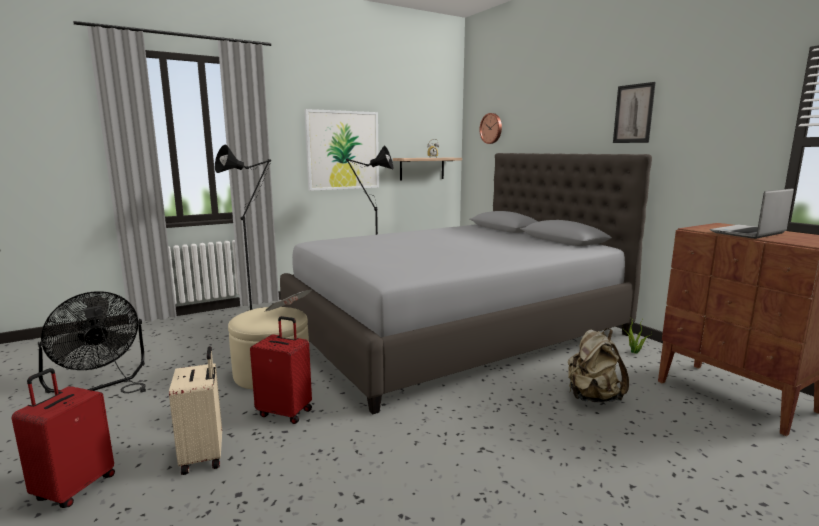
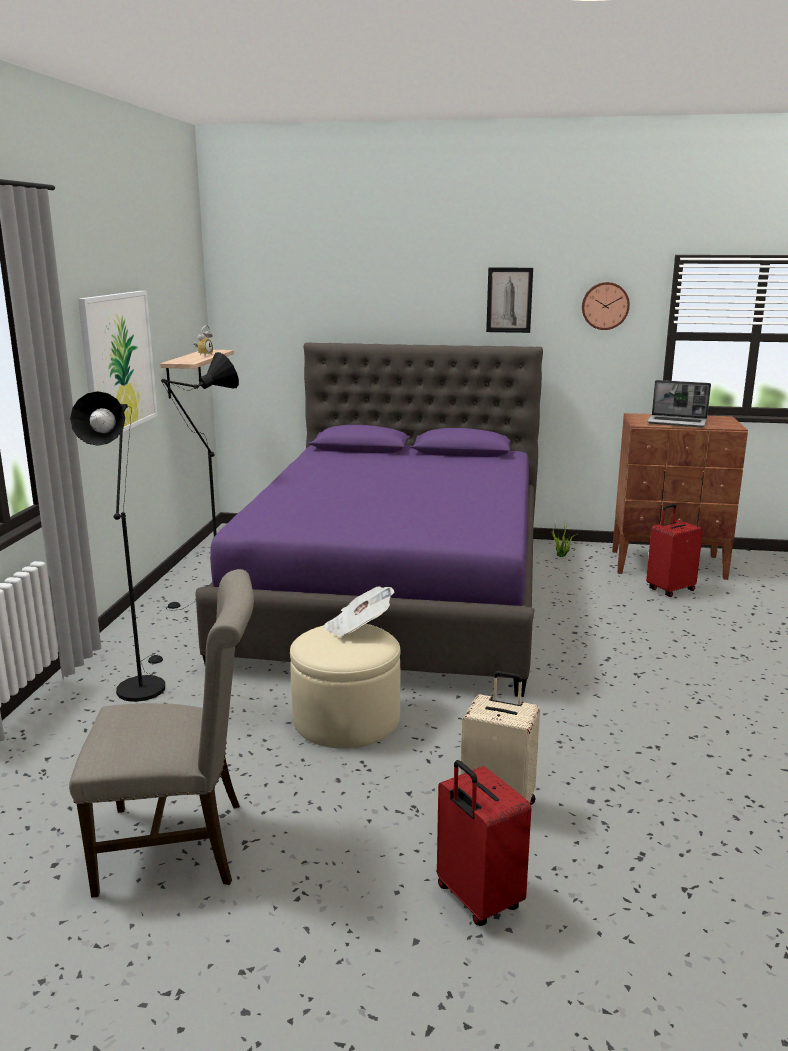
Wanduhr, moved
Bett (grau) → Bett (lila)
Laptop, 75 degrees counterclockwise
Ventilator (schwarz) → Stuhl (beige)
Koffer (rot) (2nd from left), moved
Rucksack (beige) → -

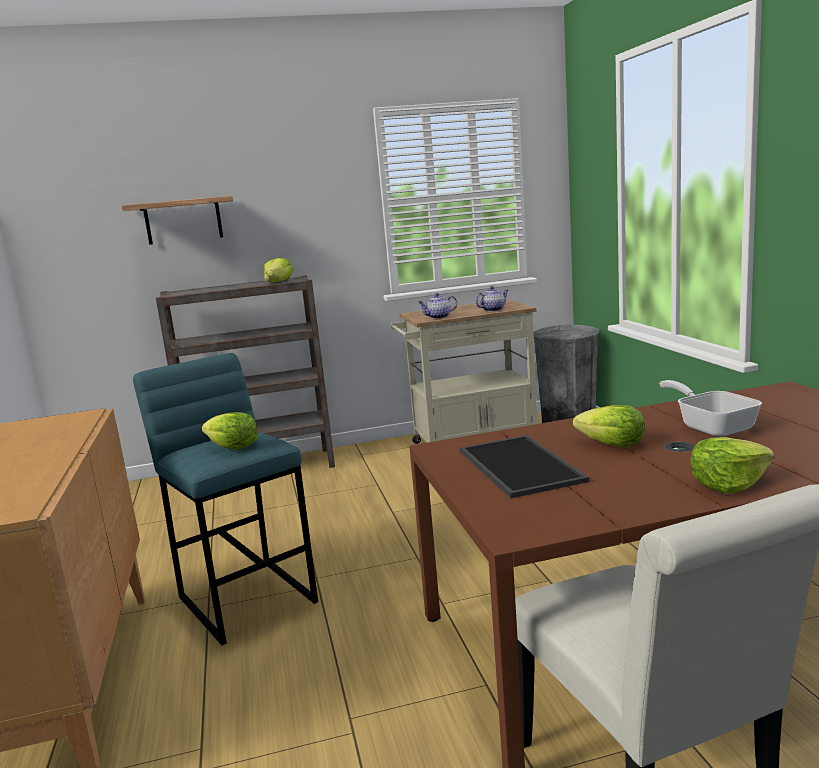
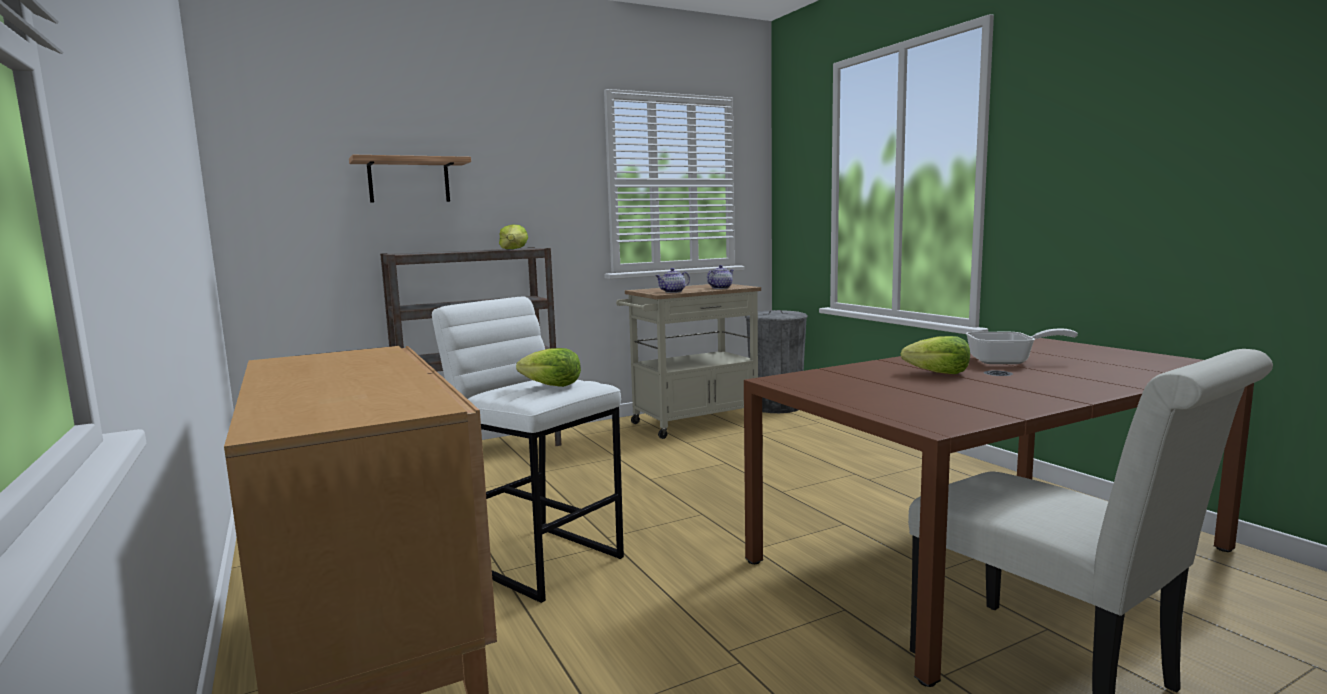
Hocker (türkis) → Hocker (weiß)
Pfanne, 135 degrees clockwise
Tablett → -
Salatkopf (4th from left) → -

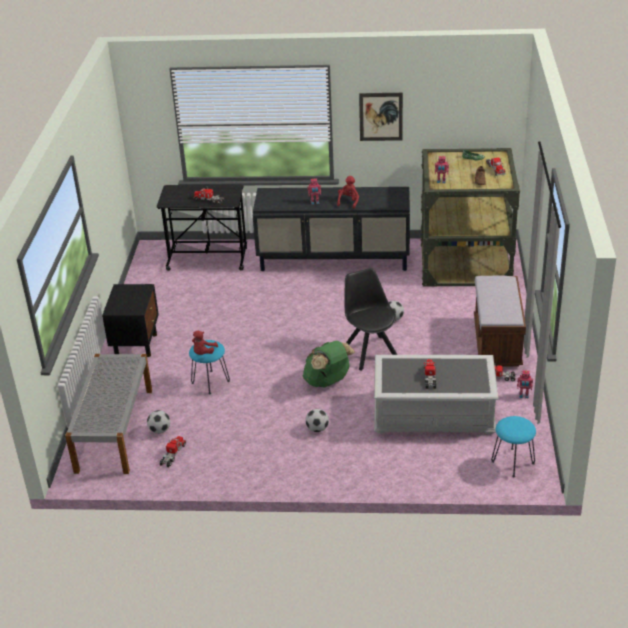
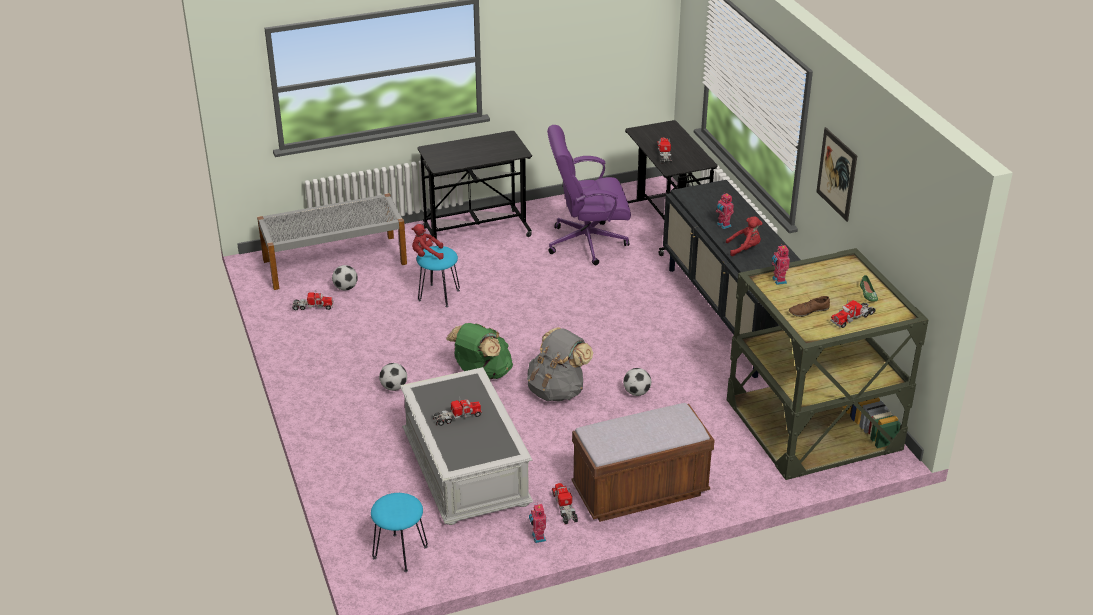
Stuhl (schwarz) → Rucksack (grau)
Nachttisch (schwarz) → Schreibtisch (schwarz) (1st from left)
- → Bürostuhl (lila)

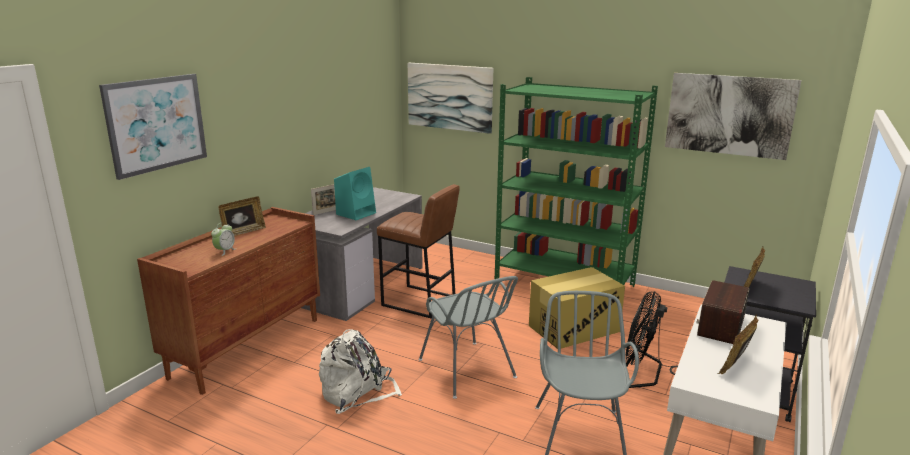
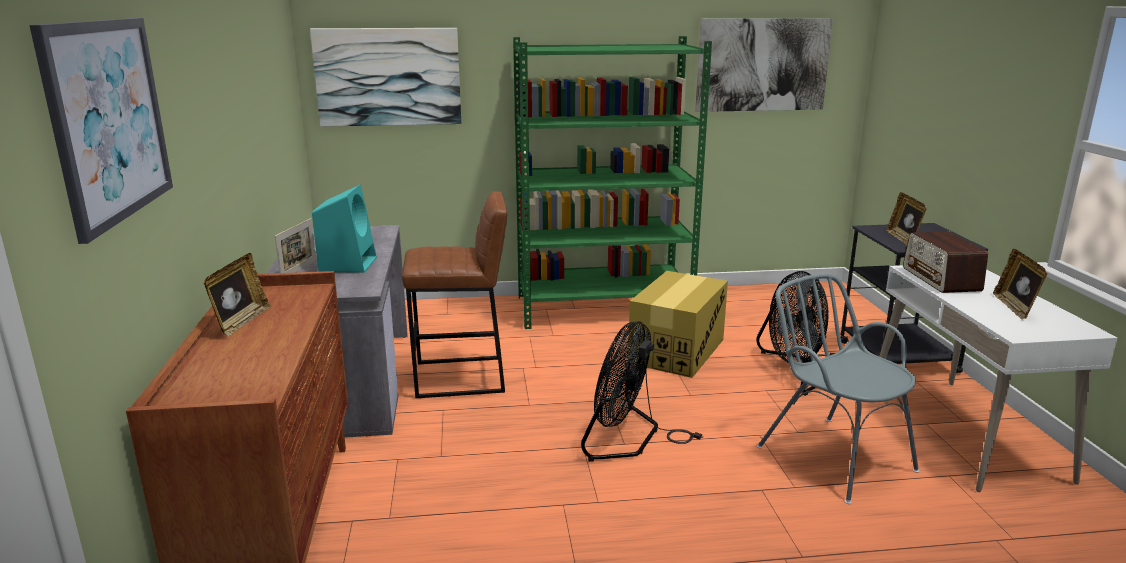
Wecker → -
Stuhl (grau) (1st from left) → Ventilator (schwarz) (1st from left)
Rucksack (weiß) → -

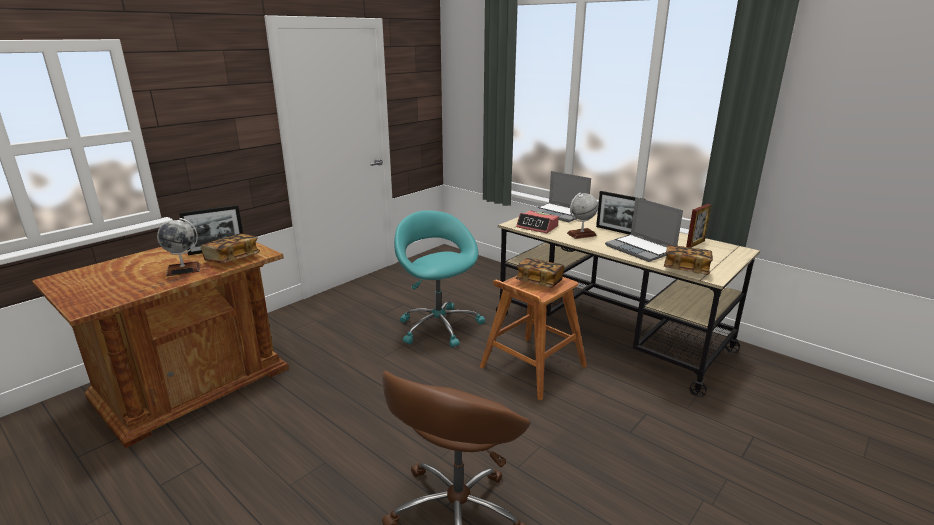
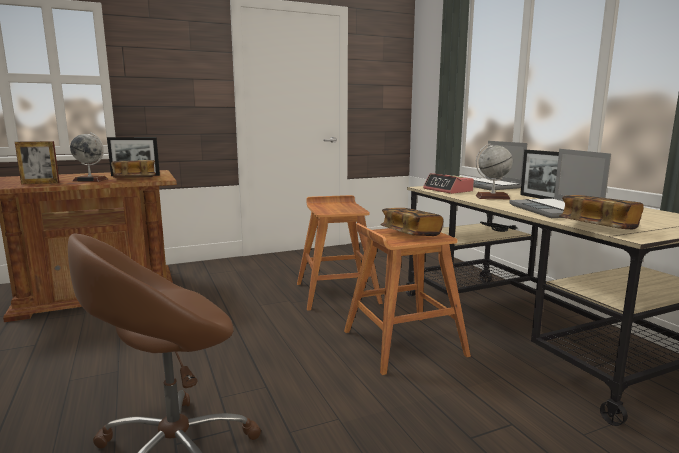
Bilderrahmen (3rd from left in the first image) → Bilderrahmen (1st from left), moved
Bürostuhl (türkis) → Hocker (braun) (1st from left)

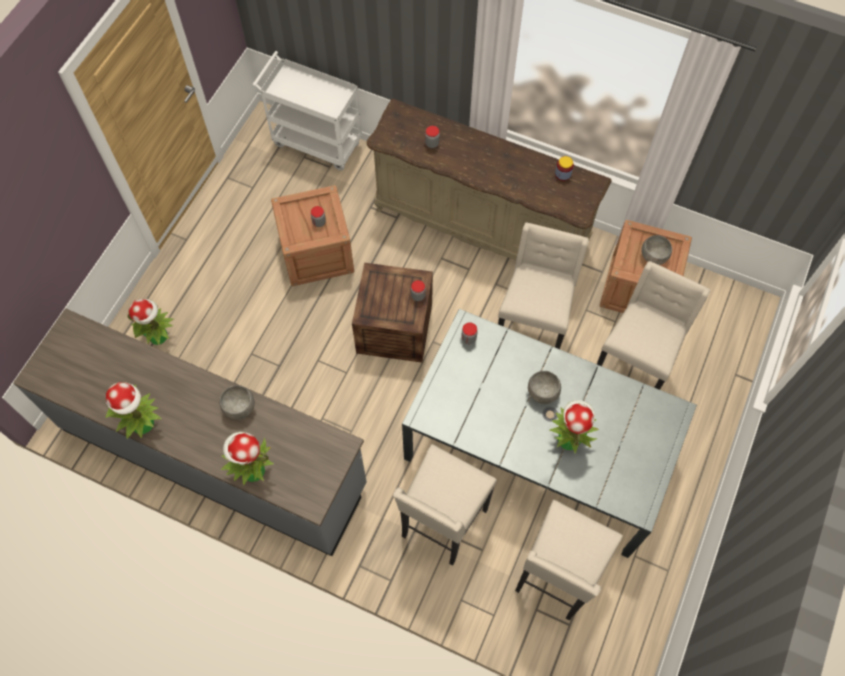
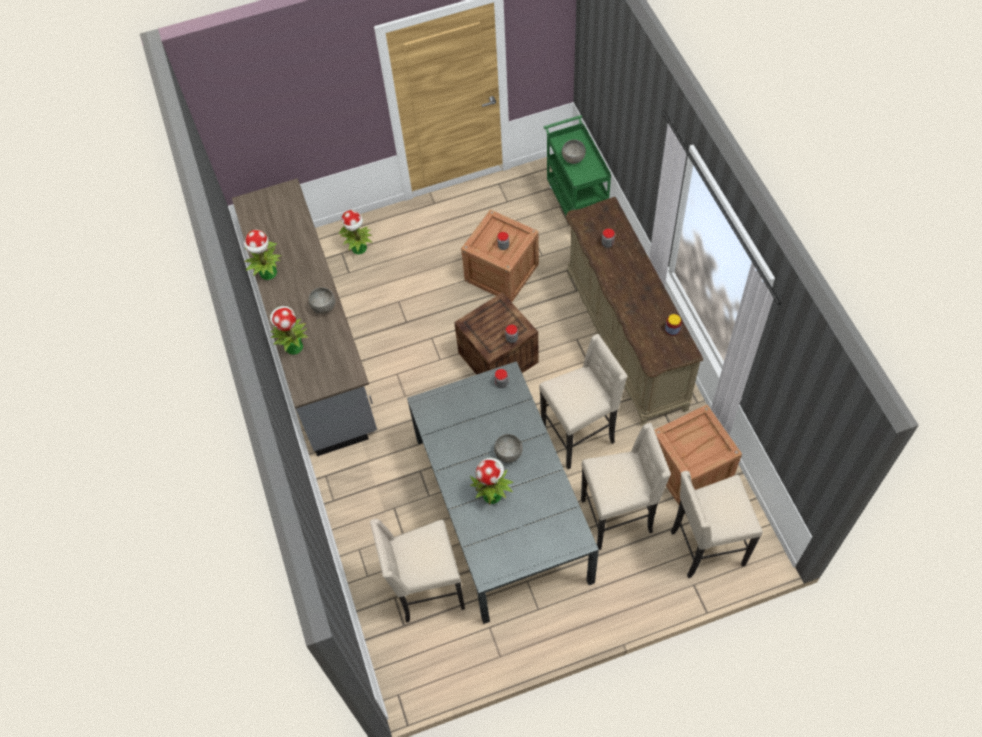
Rollwagen (weiß) → Rollwagen (grün)
Schüssel (grau) (3rd from left), moved
Hocker (beige) (1st from left in the first image) → Hocker (beige) (4th from left), moved

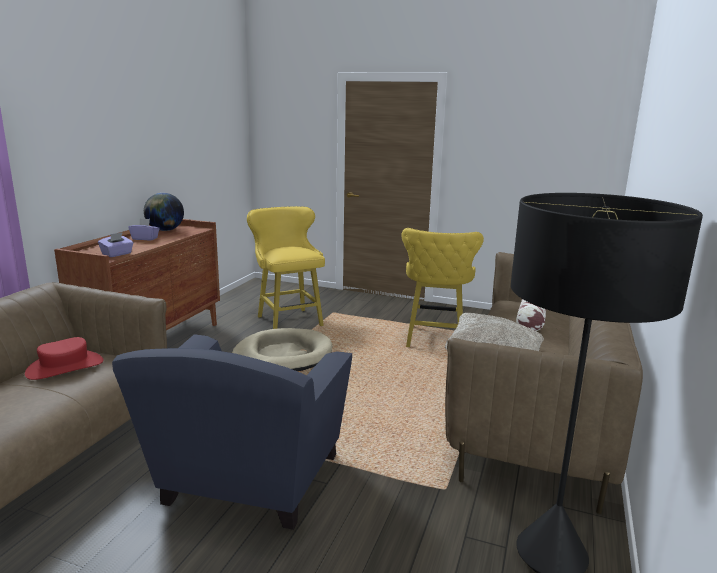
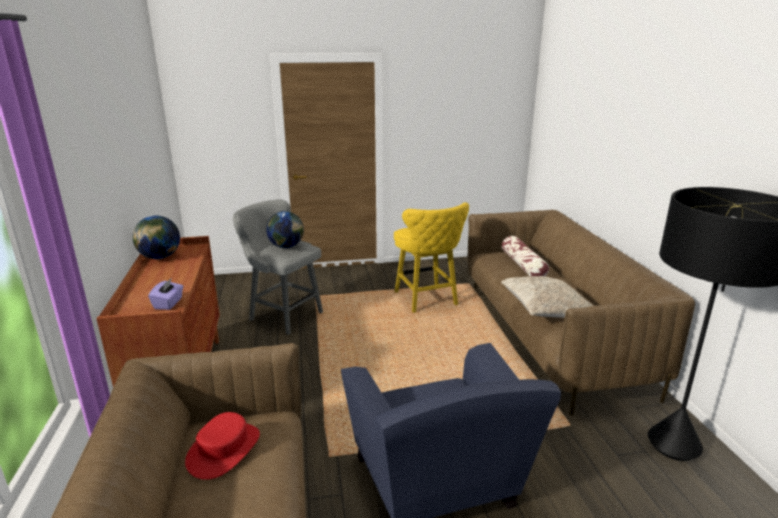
Hocker (gelb) (1st from left) → Hocker (grau)
Taschentuchbox (lila) (2nd from left) → -
Hundebett (beige) → -
- → Globus (2nd from left)

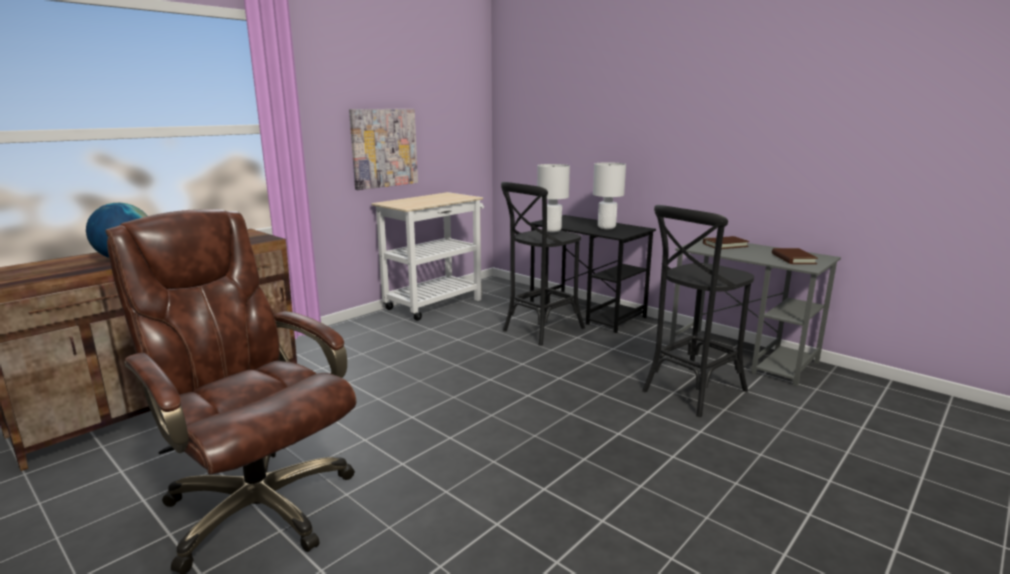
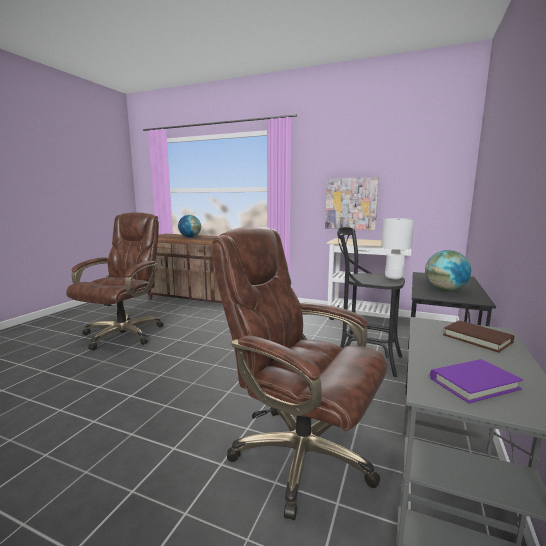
Tischlampe (weiß) (2nd from left) → Globus (2nd from left)
Hocker (schwarz) (2nd from left) → Bürostuhl (braun) (2nd from left)
Buch (braun) (2nd from left) → Buch (lila)

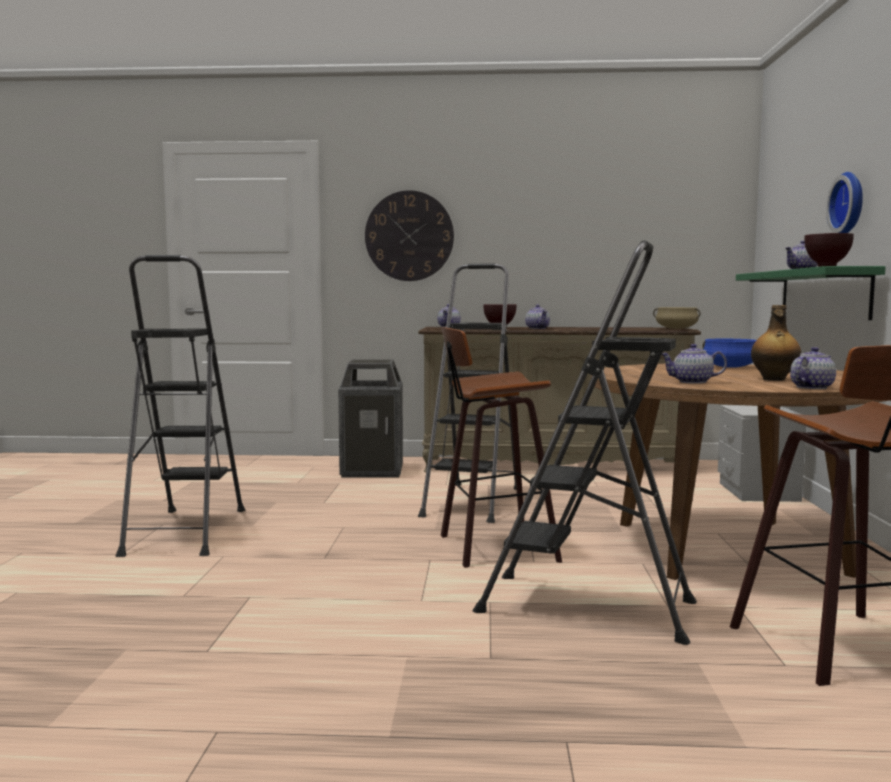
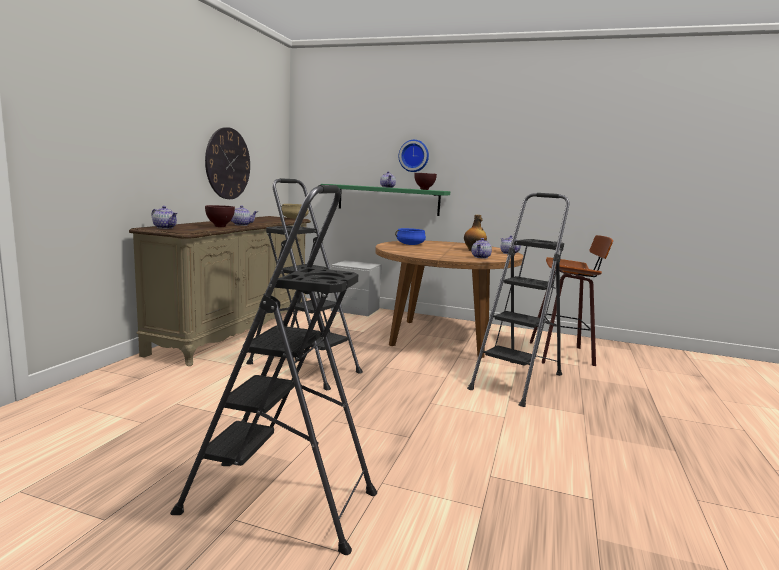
Wanduhr (1st from left), moved
Hocker (1st from left) → -
Mülleimer → -

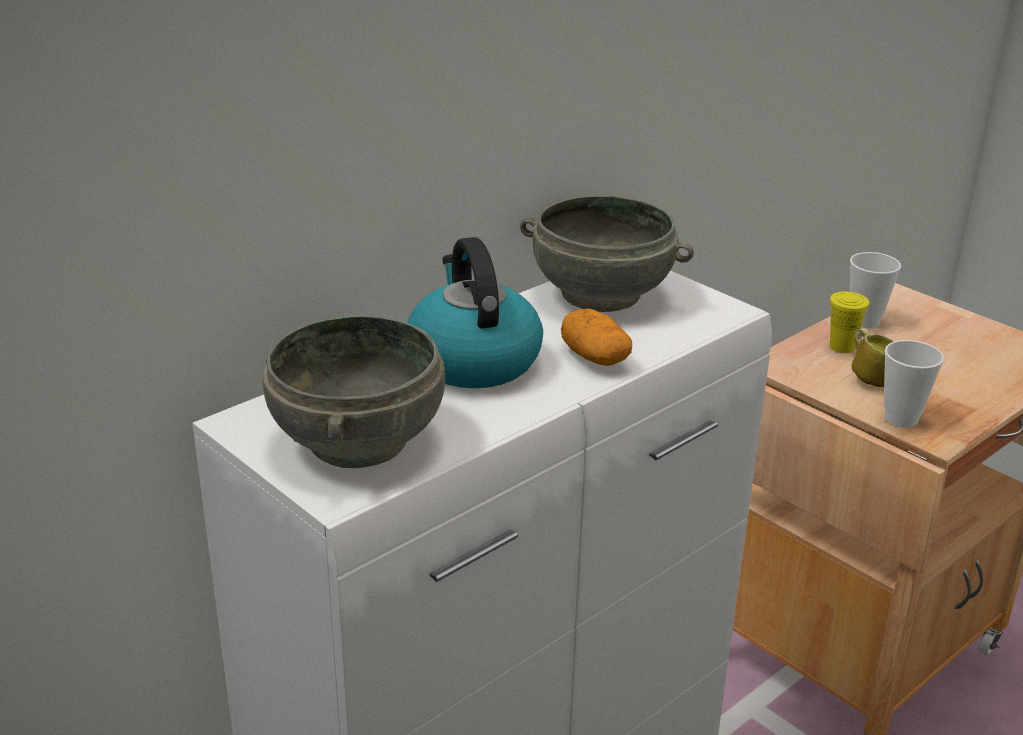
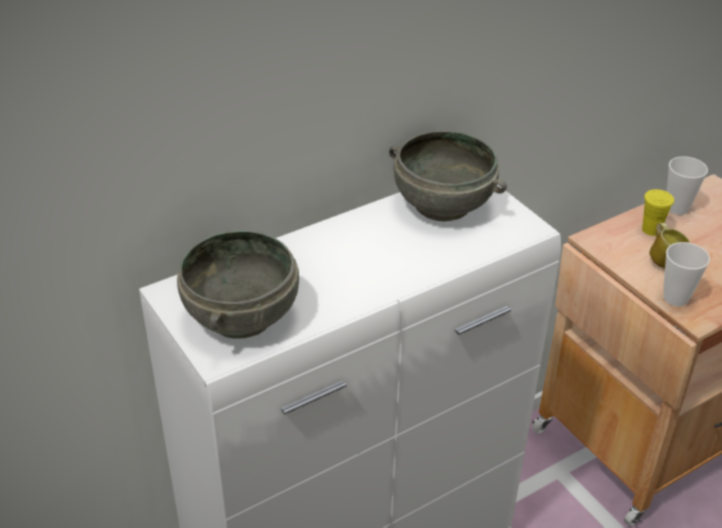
Wasserkessel → -
Kartoffel → -

